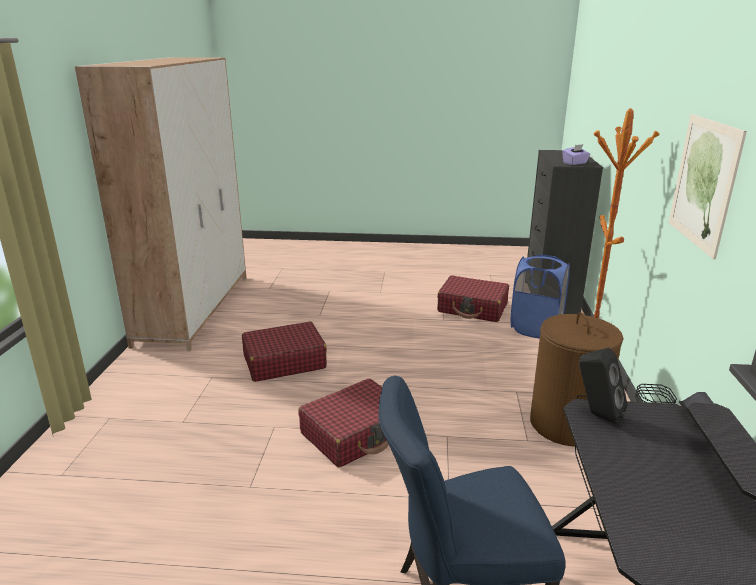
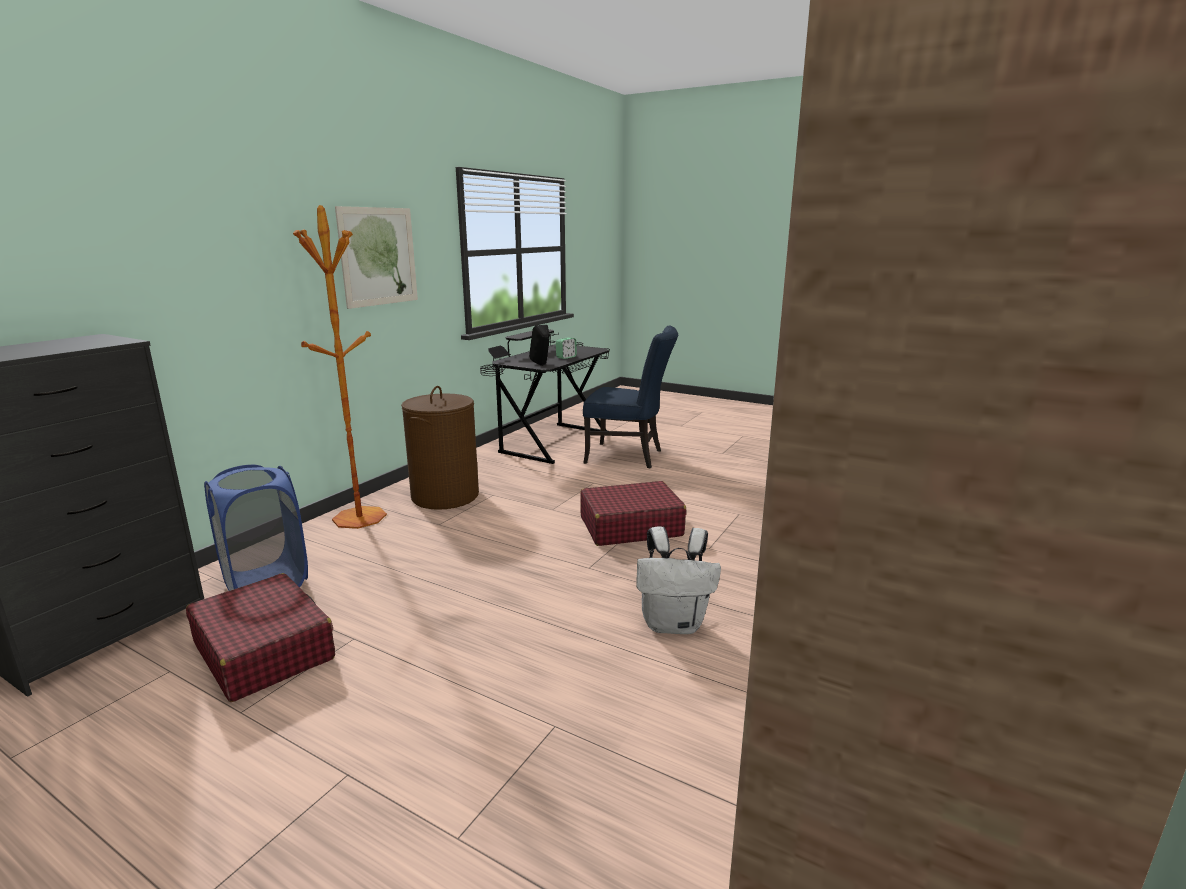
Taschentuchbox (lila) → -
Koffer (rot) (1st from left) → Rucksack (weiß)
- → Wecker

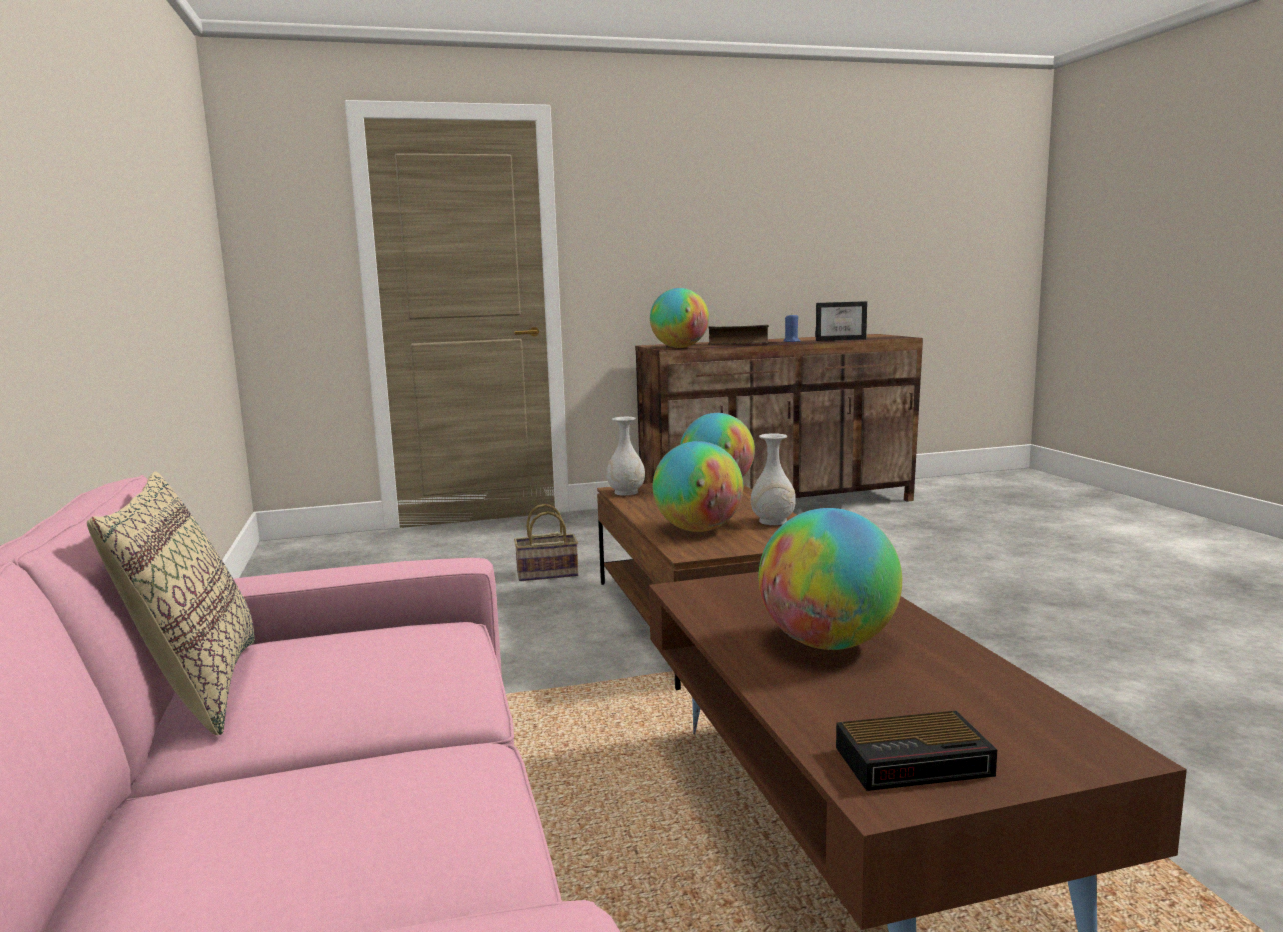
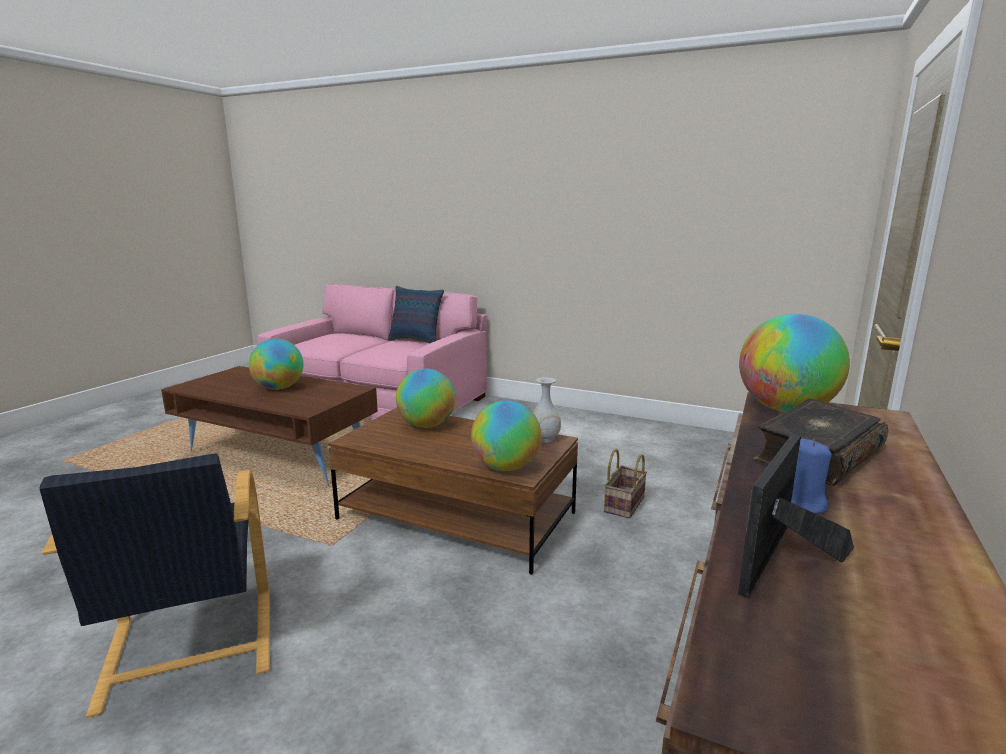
Vase (weiß) (2nd from left) → -
Kissen (beige) → Kissen (blau)
Wecker → -
- → Sessel (schwarz)

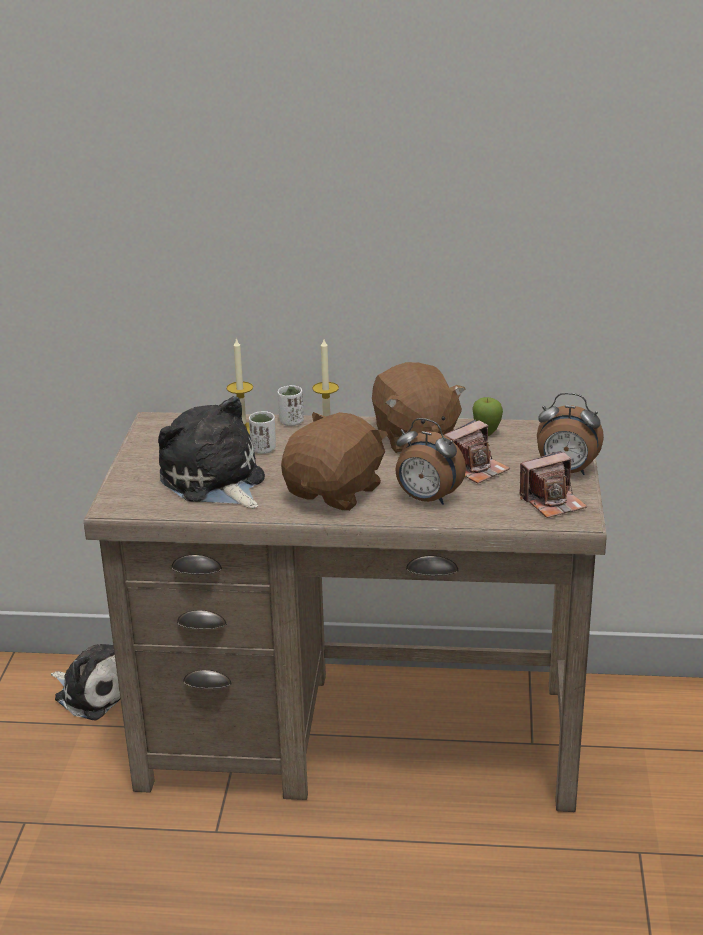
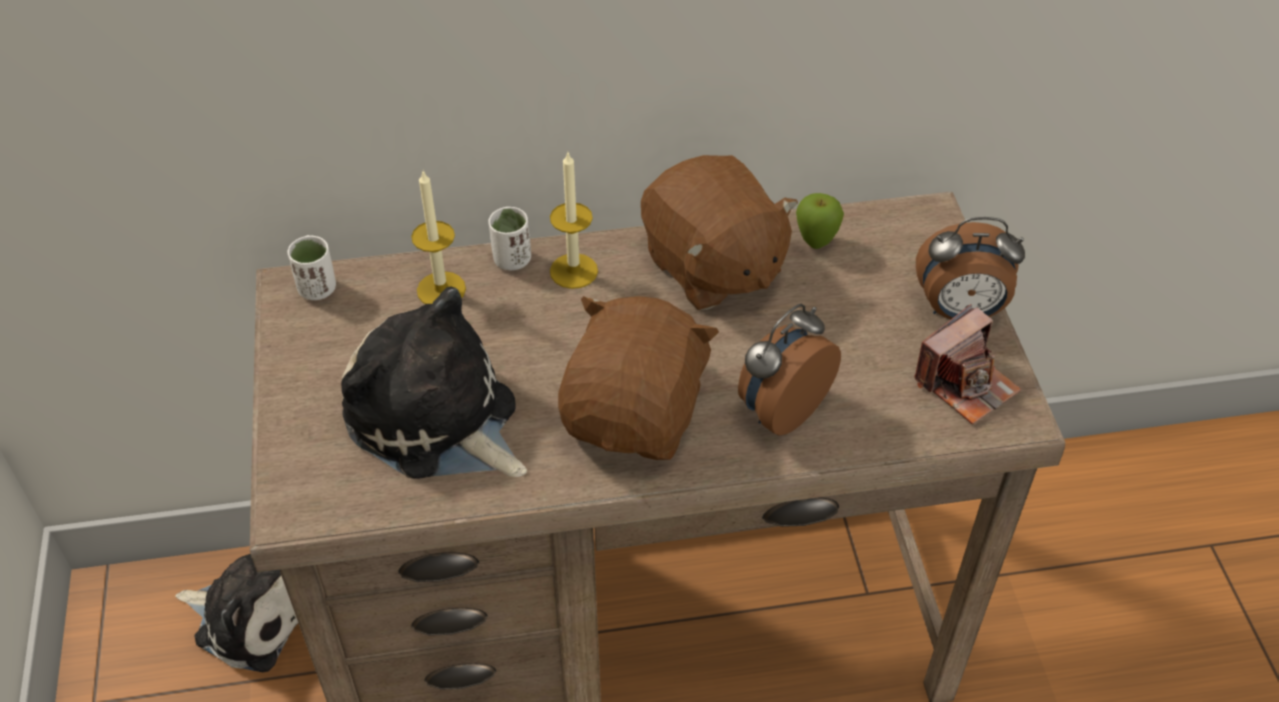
Tasse (weiß) (1st from left), moved
Wecker (1st from left), 120 degrees clockwise
Kamera (1st from left) → -

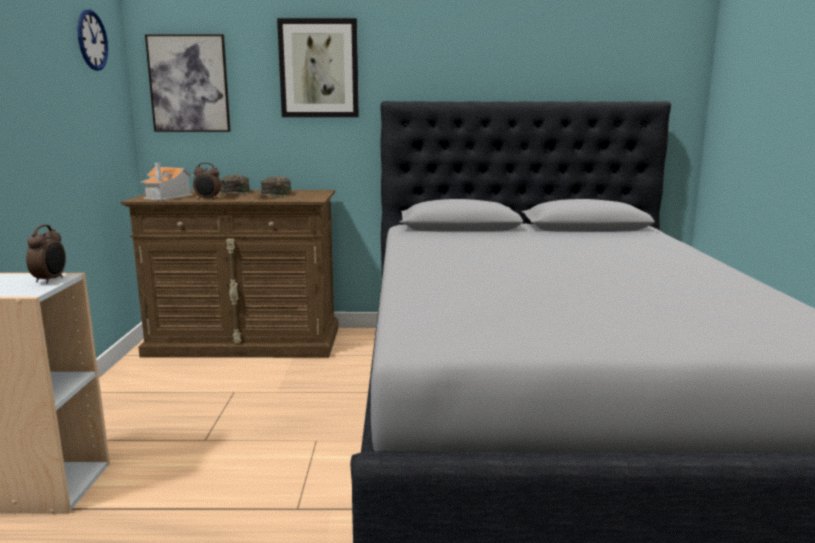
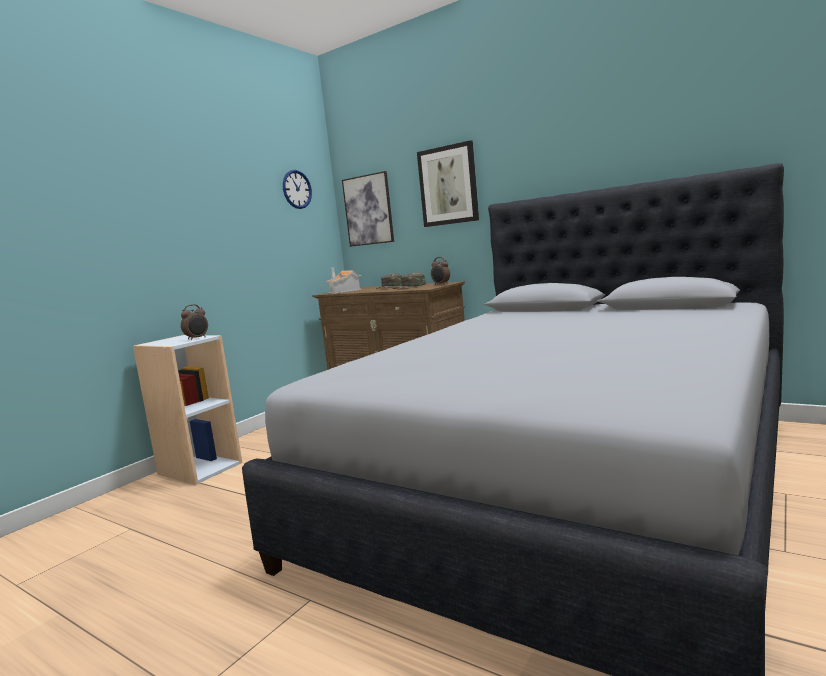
Wecker (2nd from left), moved

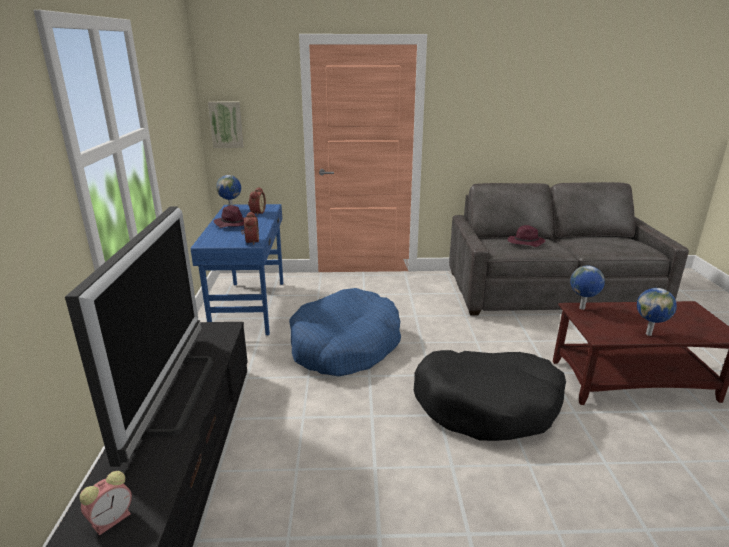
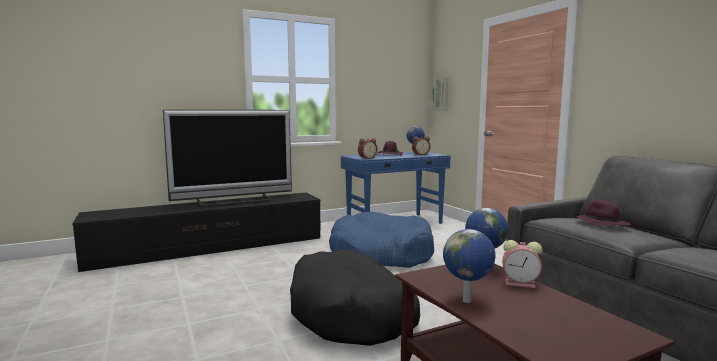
Wecker (1st from left in the first image) → Wecker (3rd from left), moved

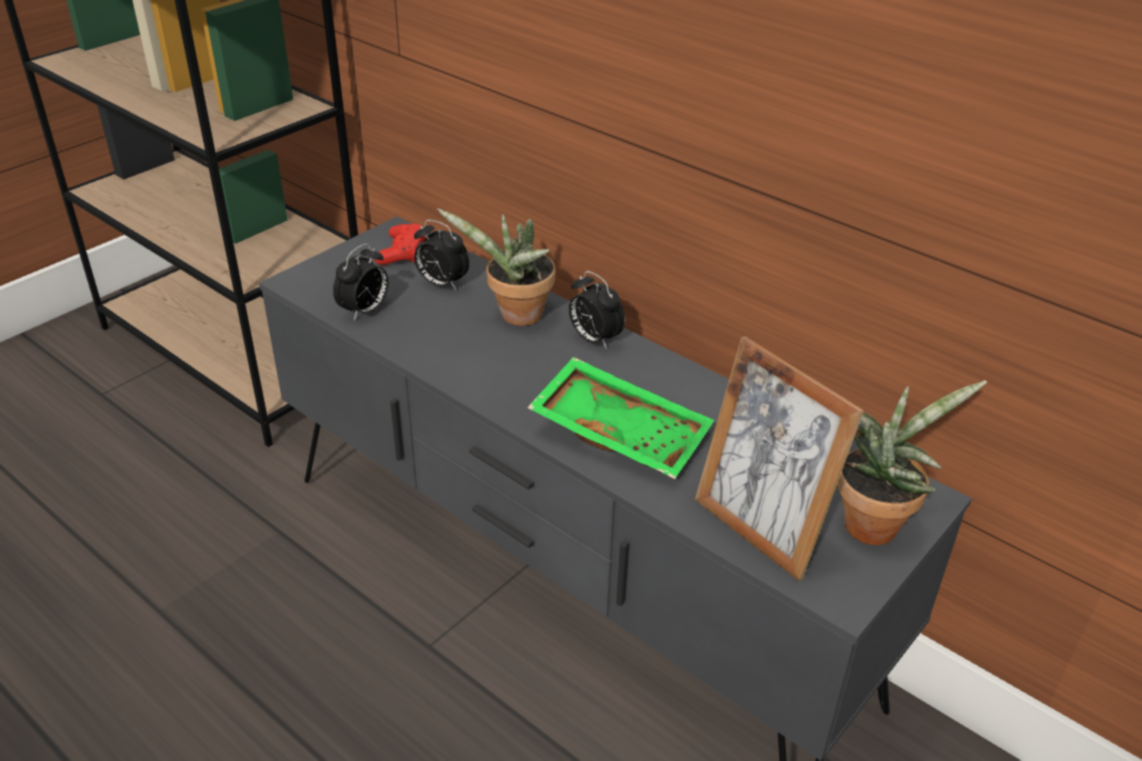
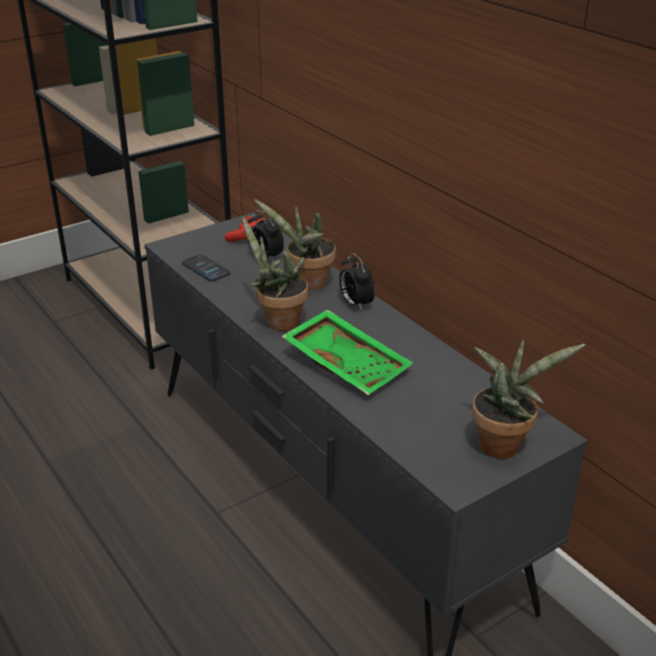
Wecker (1st from left) → Handy
Bilderrahmen → -
- → Topfpflanze (1st from left)

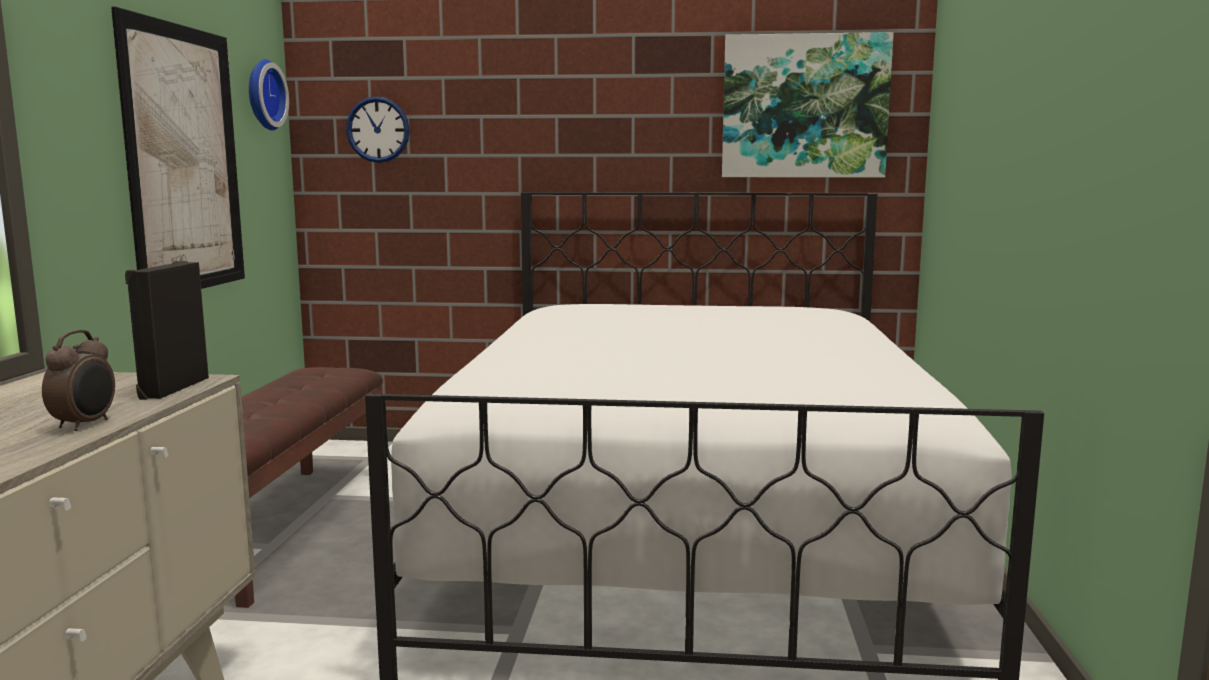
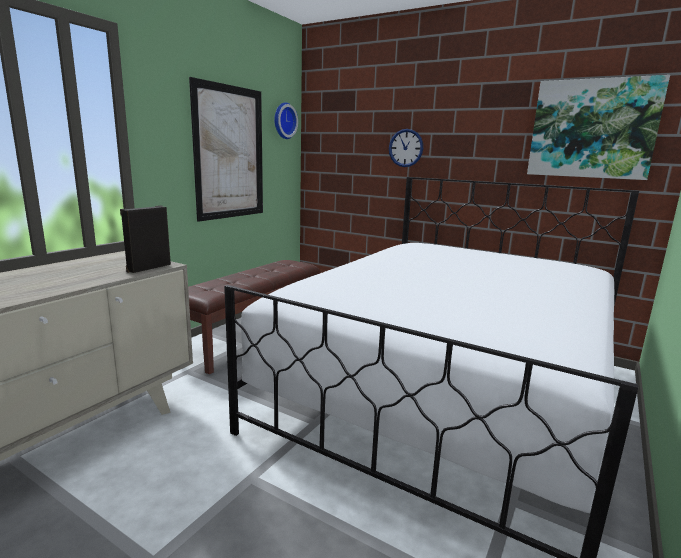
Wanduhr (2nd from left), moved
Wecker → -

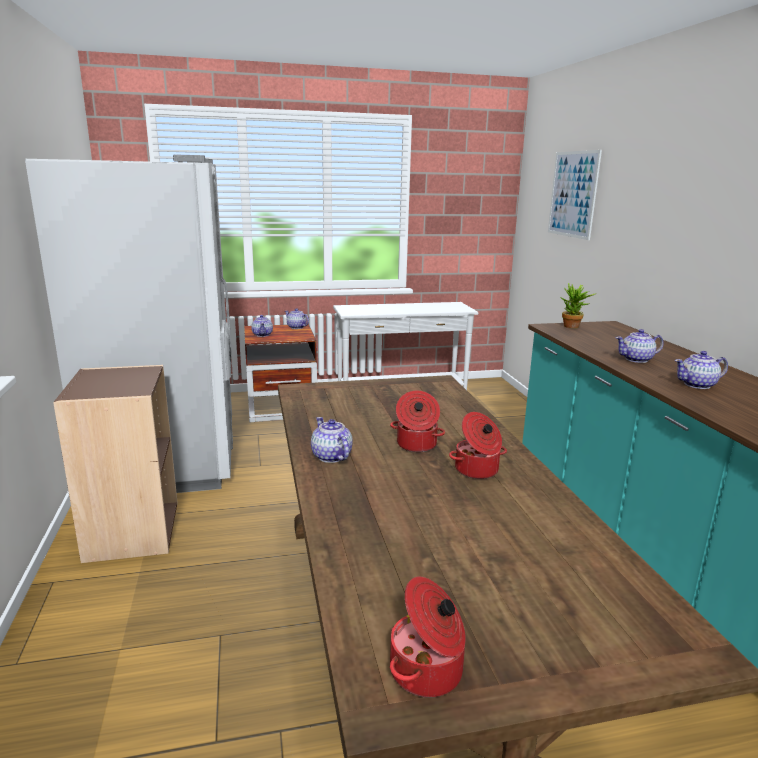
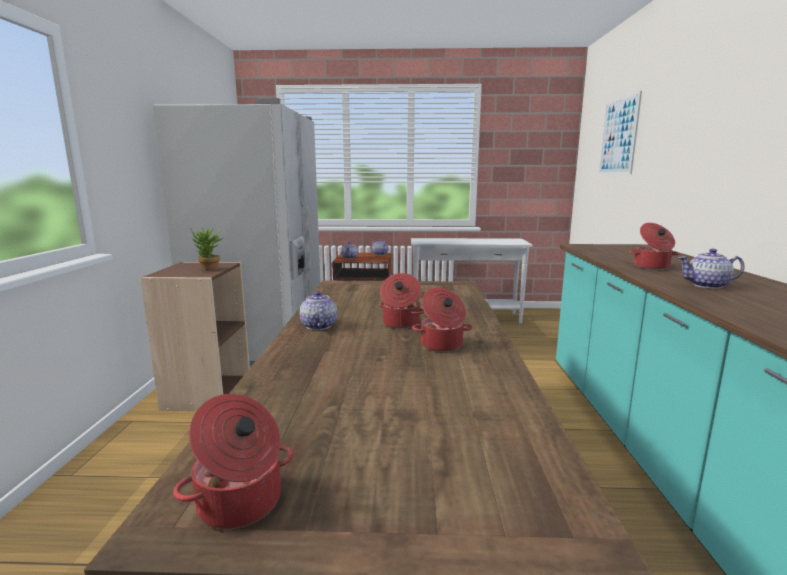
Topfpflanze, moved
Teekanne (4th from left) → Kochtopf (4th from left)

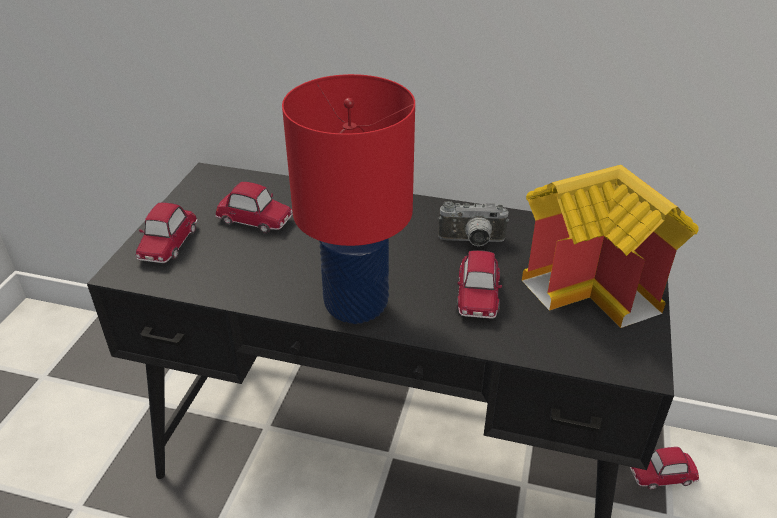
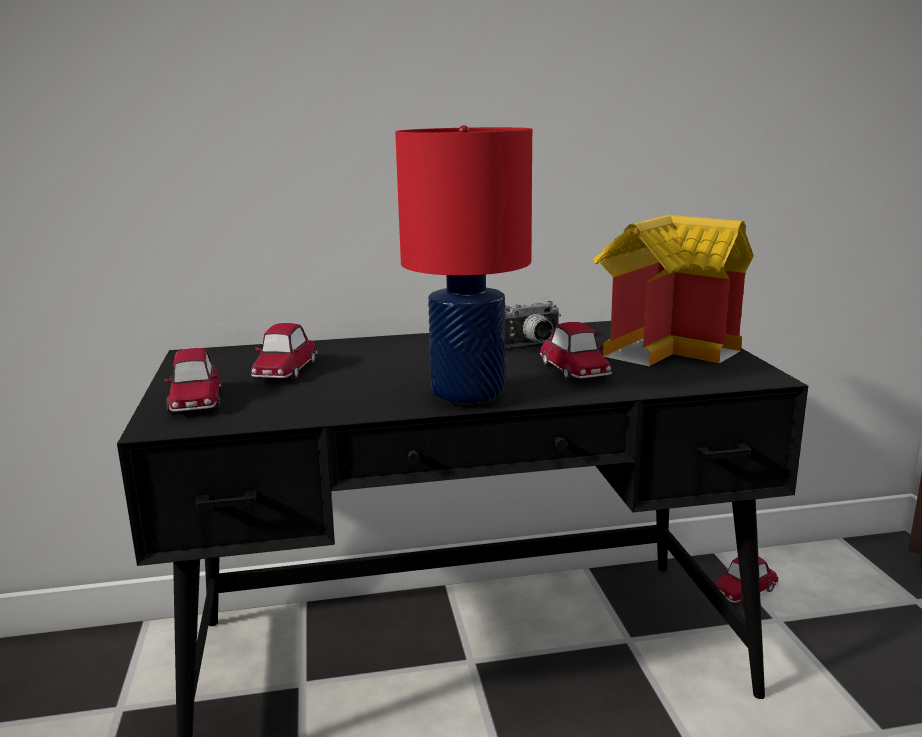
Spielzeugauto (2nd from left), 105 degrees clockwise

